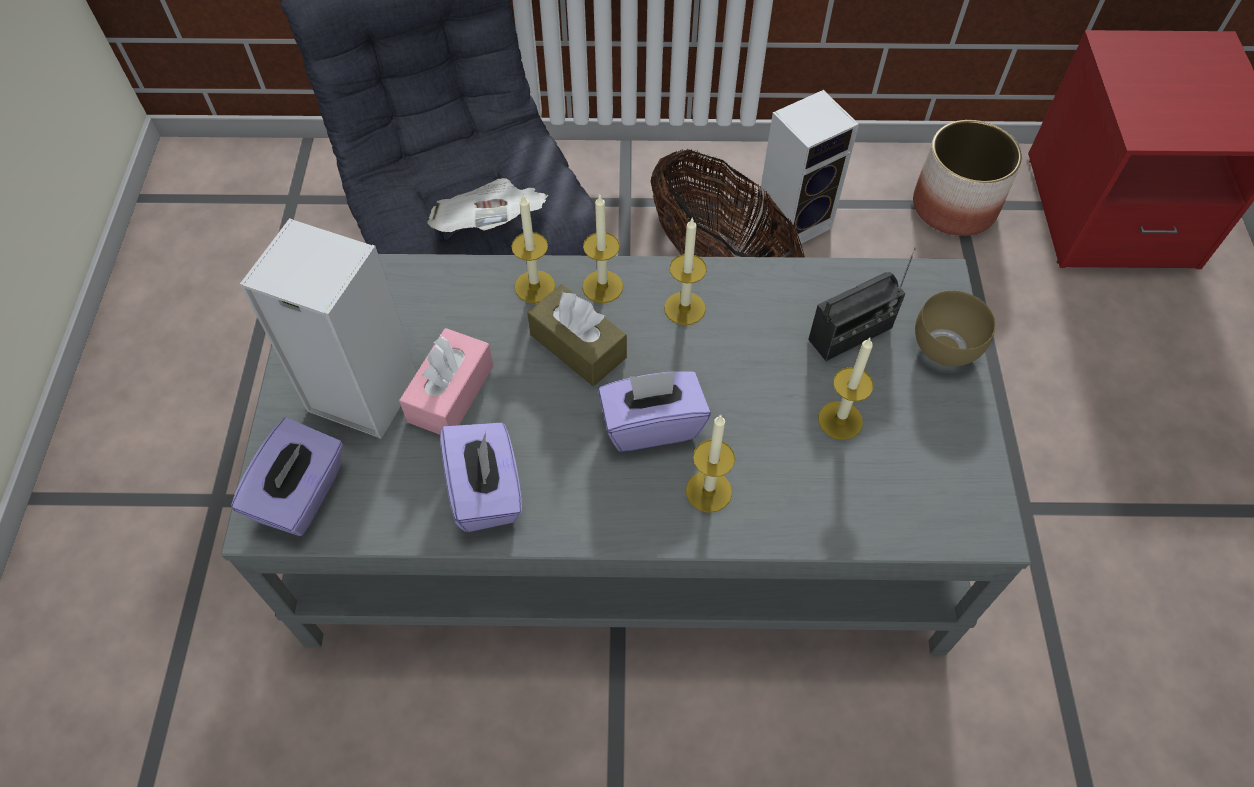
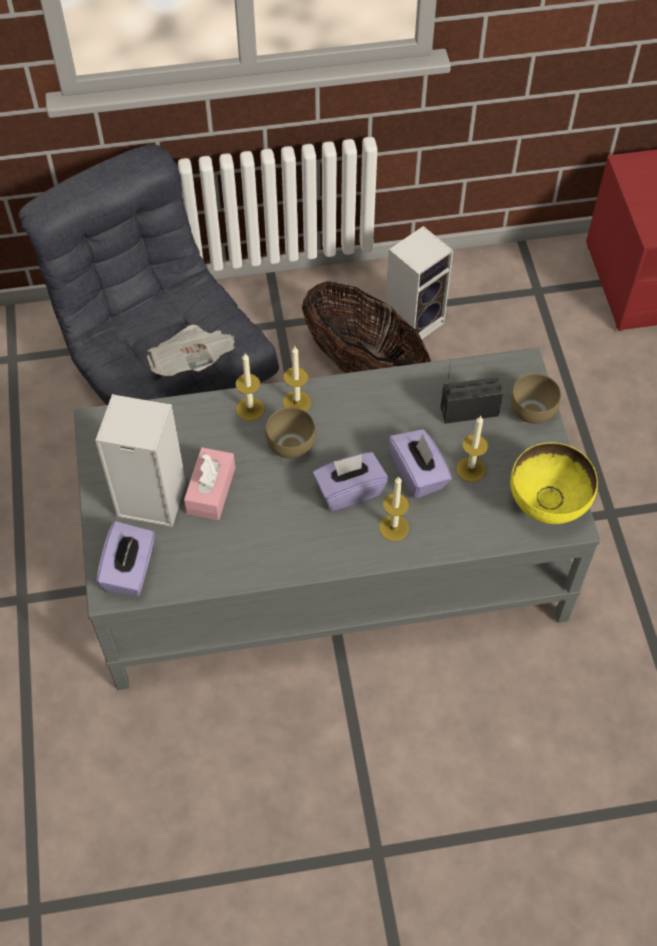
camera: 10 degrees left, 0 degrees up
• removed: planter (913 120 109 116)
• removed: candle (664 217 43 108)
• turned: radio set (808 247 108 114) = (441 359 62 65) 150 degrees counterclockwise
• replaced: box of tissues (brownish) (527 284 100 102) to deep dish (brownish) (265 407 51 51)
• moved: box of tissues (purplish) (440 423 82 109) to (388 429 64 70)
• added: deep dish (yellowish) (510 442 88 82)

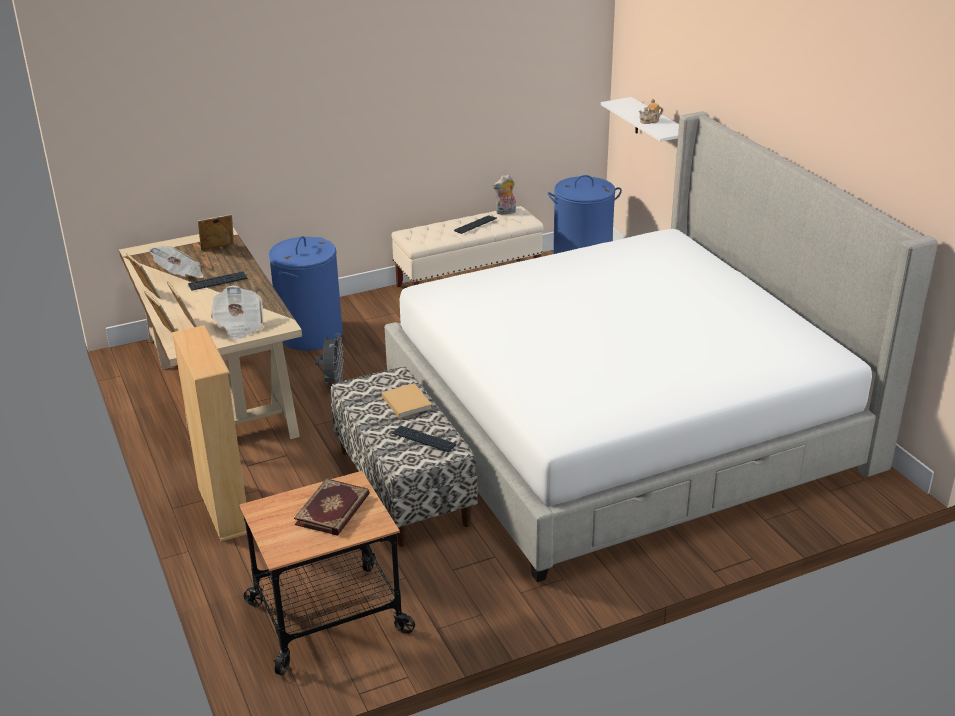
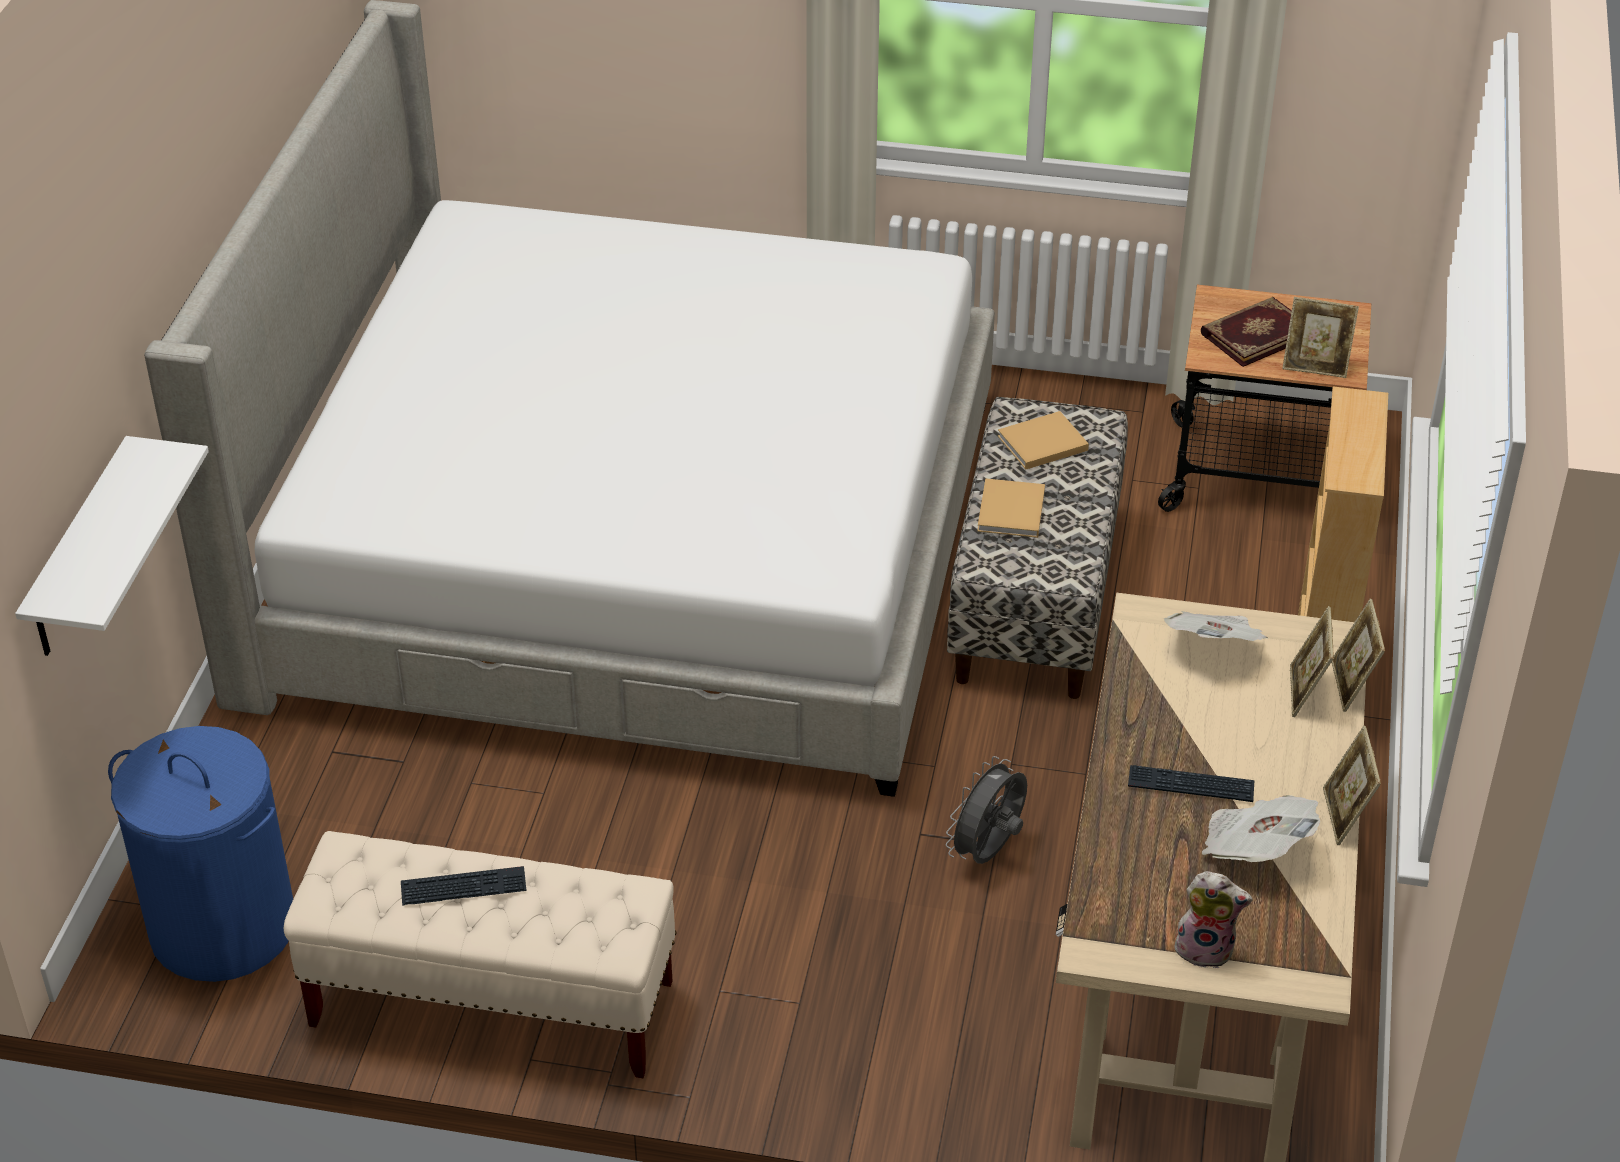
camera: 145 degrees left, 10 degrees up
• removed: teapot (639 99 24 25)
• moved: plush toy (493 174 23 41) to (1175 871 77 97)
• moved: photo frame (198 214 36 37) to (1282 297 77 81)
• removed: washing basket (blue) (268 236 74 115)
• replaced: computer keyboard (392 426 64 26) to bound book (beige-coloured) (998 411 91 59)

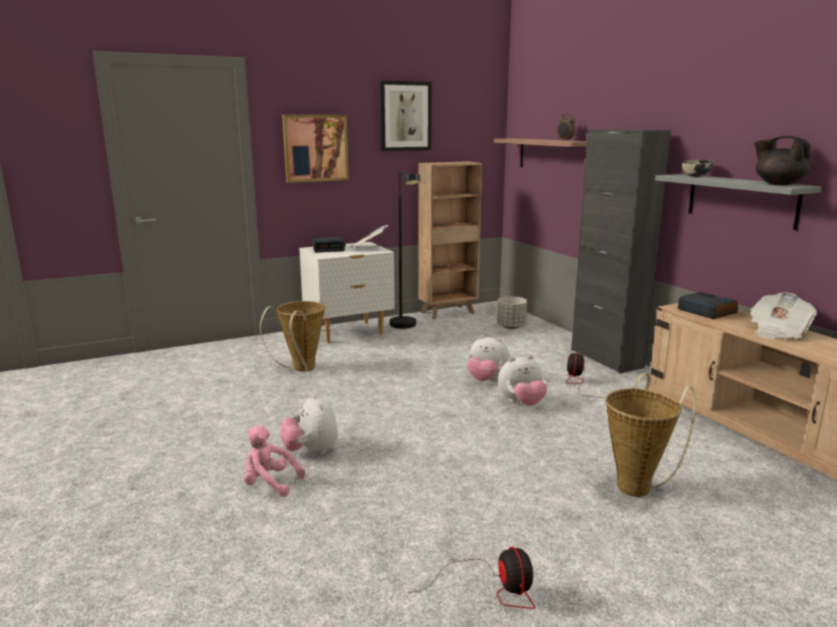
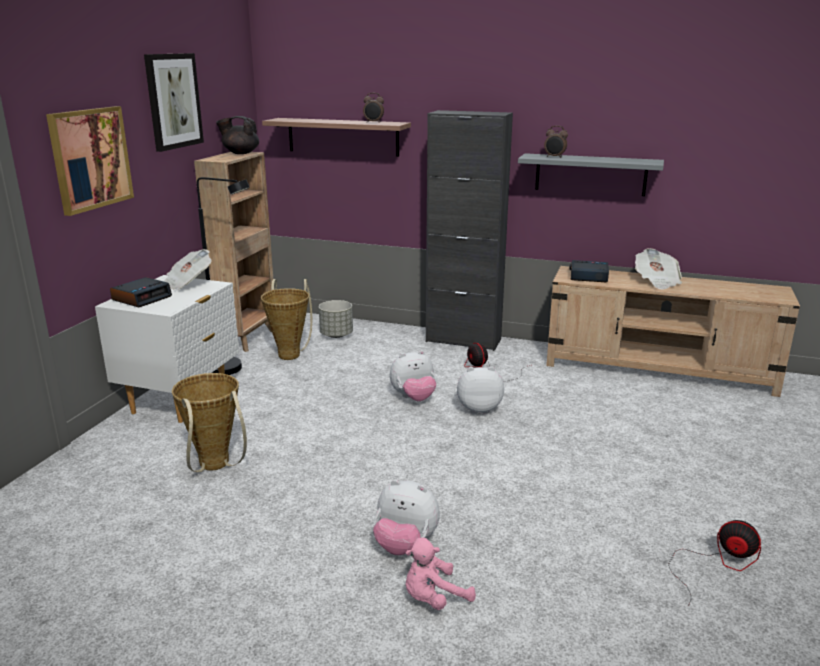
camera: 45 degrees left, 5 degrees up
• moved: teapot (black-coloured) (754 136 57 49) to (216 116 43 38)
• replaced: deep dish (682 160 32 17) to alarm clock (544 126 24 32)
• turned: plush toy (498 355 49 51) = (457 366 47 48) 120 degrees counterclockwise
• moved: storage basket (606 373 90 124) to (261 279 51 81)

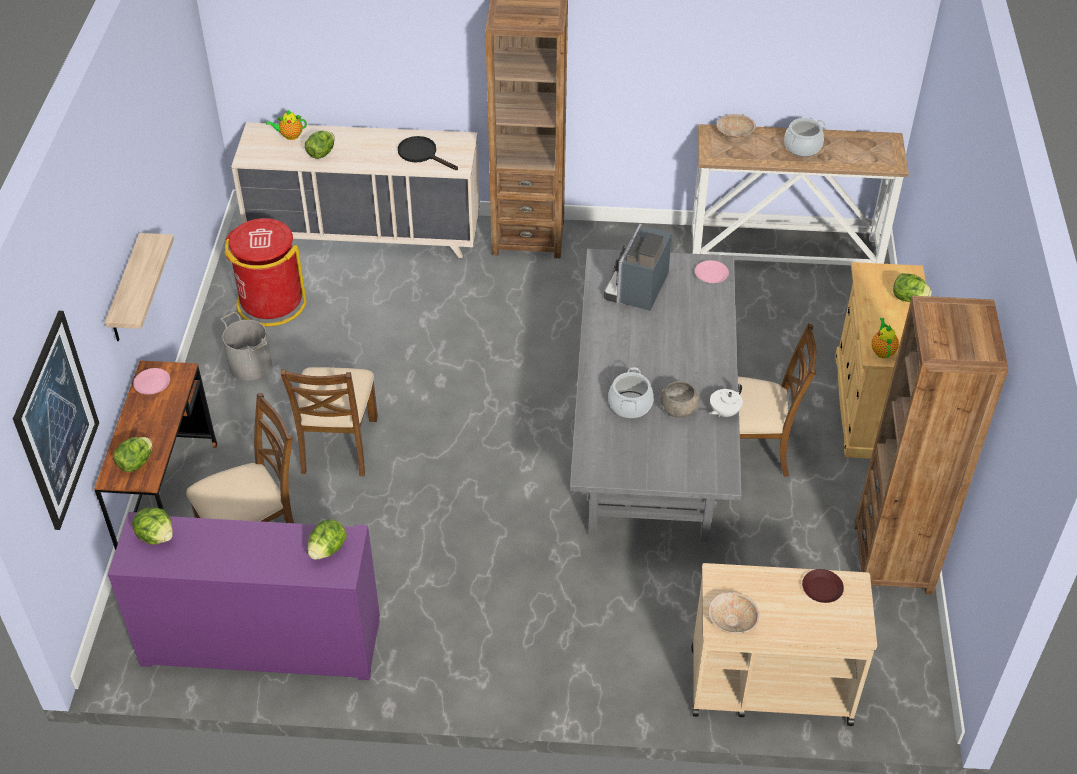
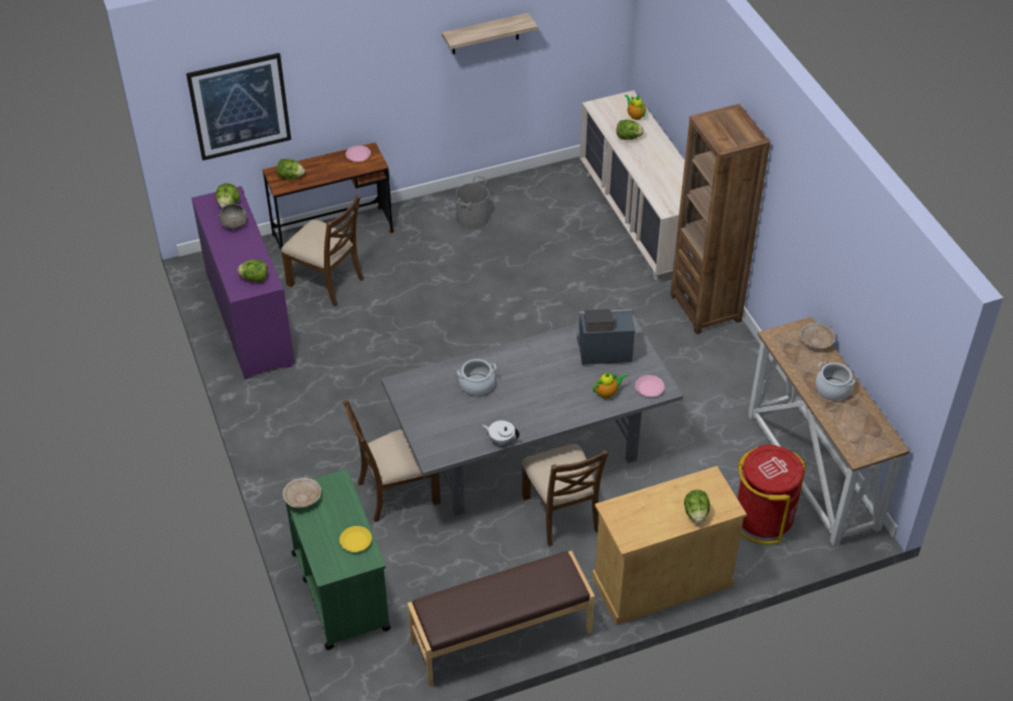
camera: 65 degrees right, 0 degrees up
• removed: frying pan (black-coloured) (398 136 60 34)
• moved: trash can (red-coloured) (224 218 83 108) to (737 444 69 100)
• moved: bracket shelf (104 233 70 108) to (442 13 96 41)
• replaced: bookcase (brownish) (854 296 154 298) to bench (brownish) (407 551 188 136)
• moved: teapot (872 318 27 41) to (593 373 35 25)
• moved: chair (brownish) (281 367 97 109) to (343 400 97 122)
• moved: deep dish (gray) (661 381 38 37) to (218 204 29 25)
• recoloured: cart (beige-coloured) (691 563 186 163) to cart (green-coloured) (282 469 109 181)
• recoloured: dinner plate (brownish) (802 569 42 34) to dinner plate (yellowish) (340 526 32 26)

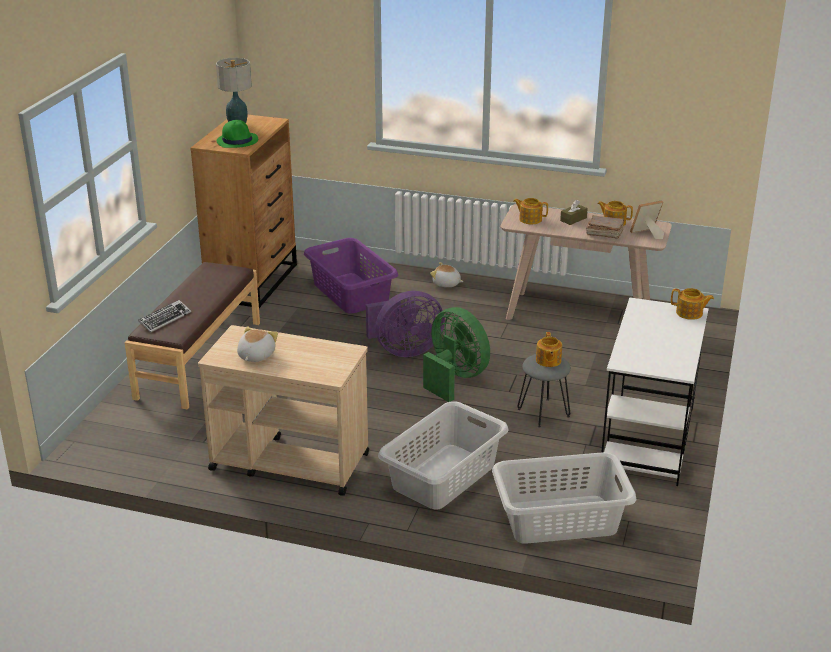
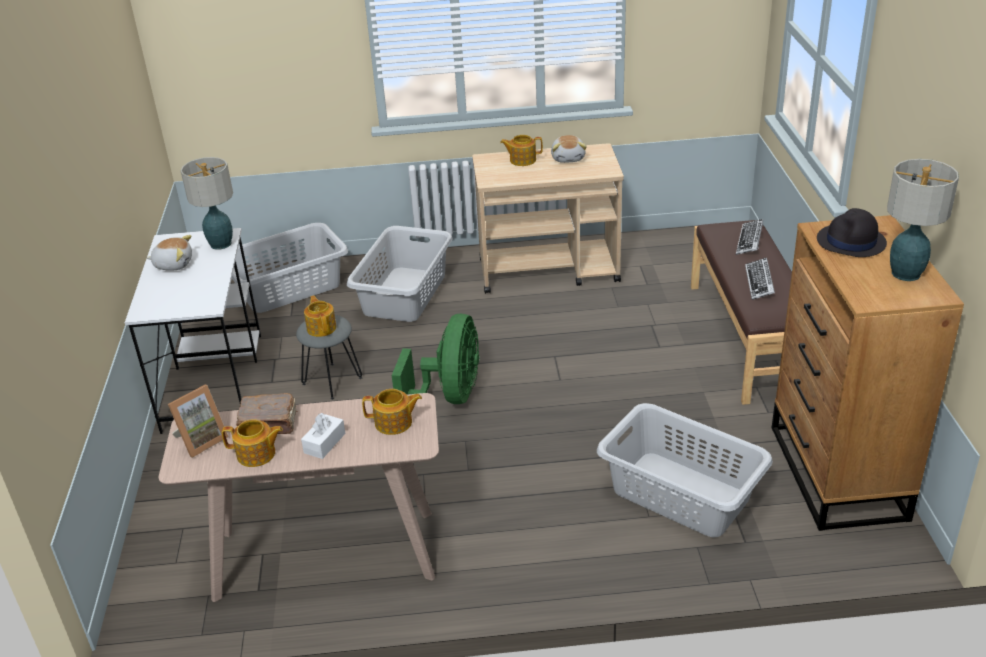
camera: 160 degrees right, 5 degrees up
• recoloured: clothing hat (green-coloured) (217 120 41 28) to clothing hat (black-coloured) (817 208 70 49)
• recoloured: box of tissues (brownish) (560 200 28 25) to box of tissues (whitish) (301 413 45 46)
• recoloured: washing basket (purplish) (304 238 94 75) to washing basket (gray) (597 403 176 134)
• moved: plush toy (430 262 34 25) to (147 235 45 36)
• moved: teapot (671 288 43 32) to (500 135 43 31)
• removed: fan (purplish) (366 291 79 66)
• turned: fan (green-coloured) (423 307 67 95) = (392 314 87 90) 105 degrees counterclockwise
• added: table lamp (181 157 52 93)
• added: computer keyboard (745 258 30 42)

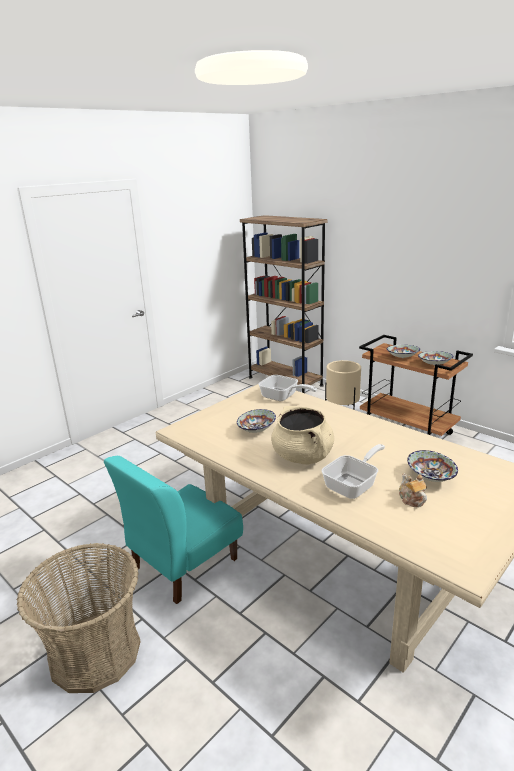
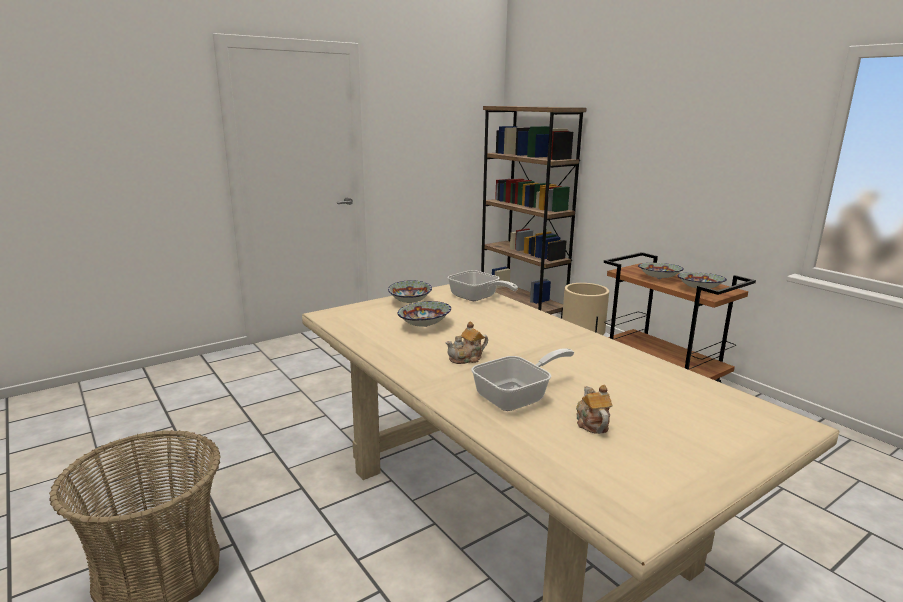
camera: 10 degrees right, 5 degrees down
• replaced: cooking pot (beige-coloured) (271 406 63 59) to teapot (446 322 42 42)
• moved: deep dish (407 450 51 32) to (388 280 44 23)
• removed: chair (turquoise) (104 456 139 148)

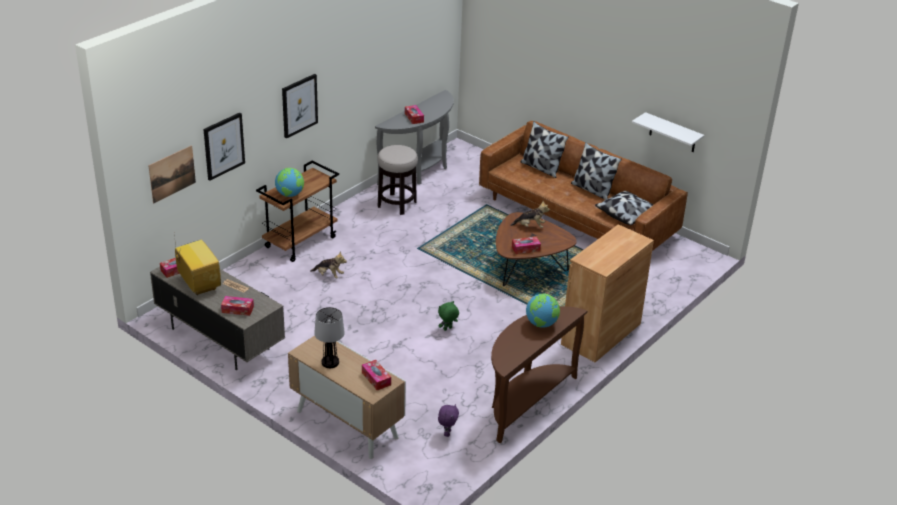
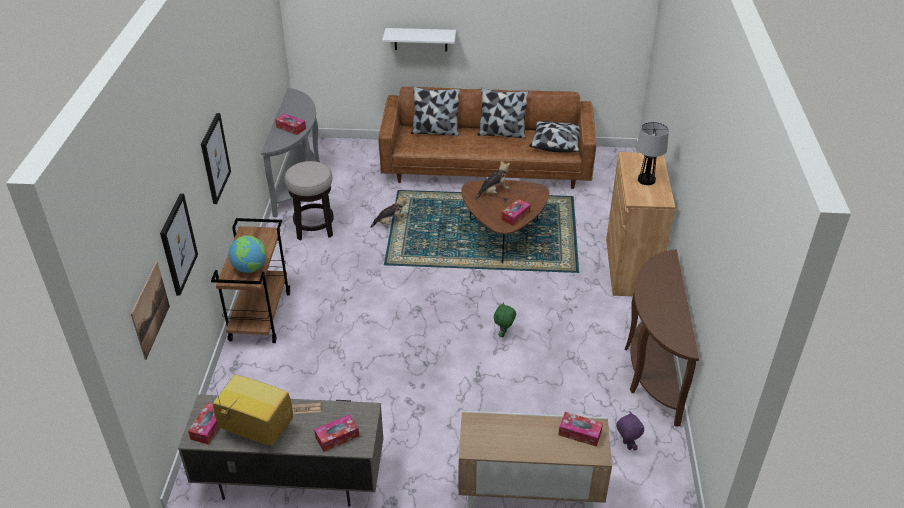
camera: 35 degrees left, 5 degrees up
• moved: bracket shelf (whitish) (632 112 72 40) to (382 28 74 23)
• moved: plush toy (310 251 37 28) to (370 194 38 34)
• removed: globe (526 294 34 34)
• moved: table lamp (314 307 31 61) to (637 122 32 63)

